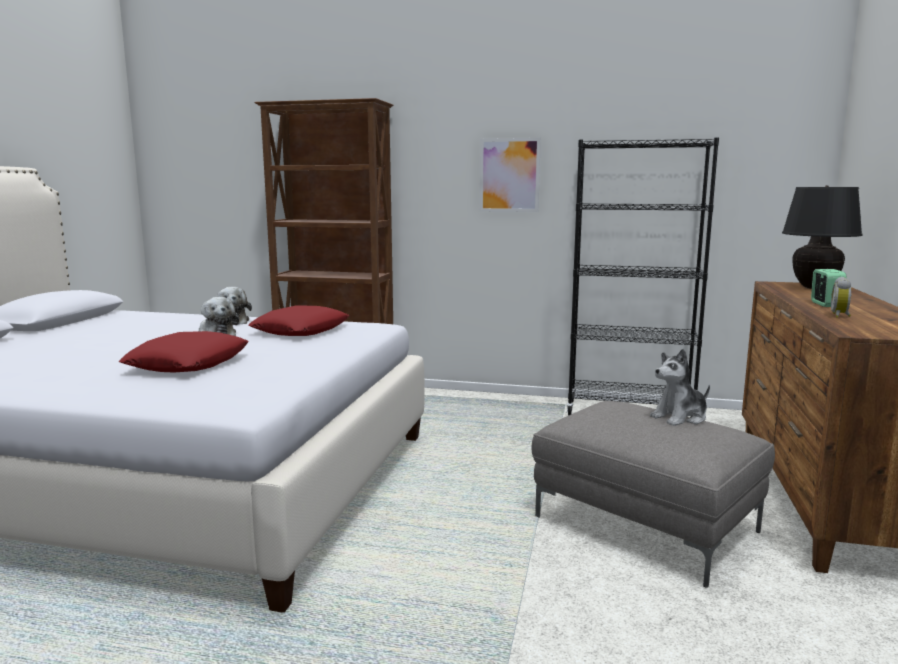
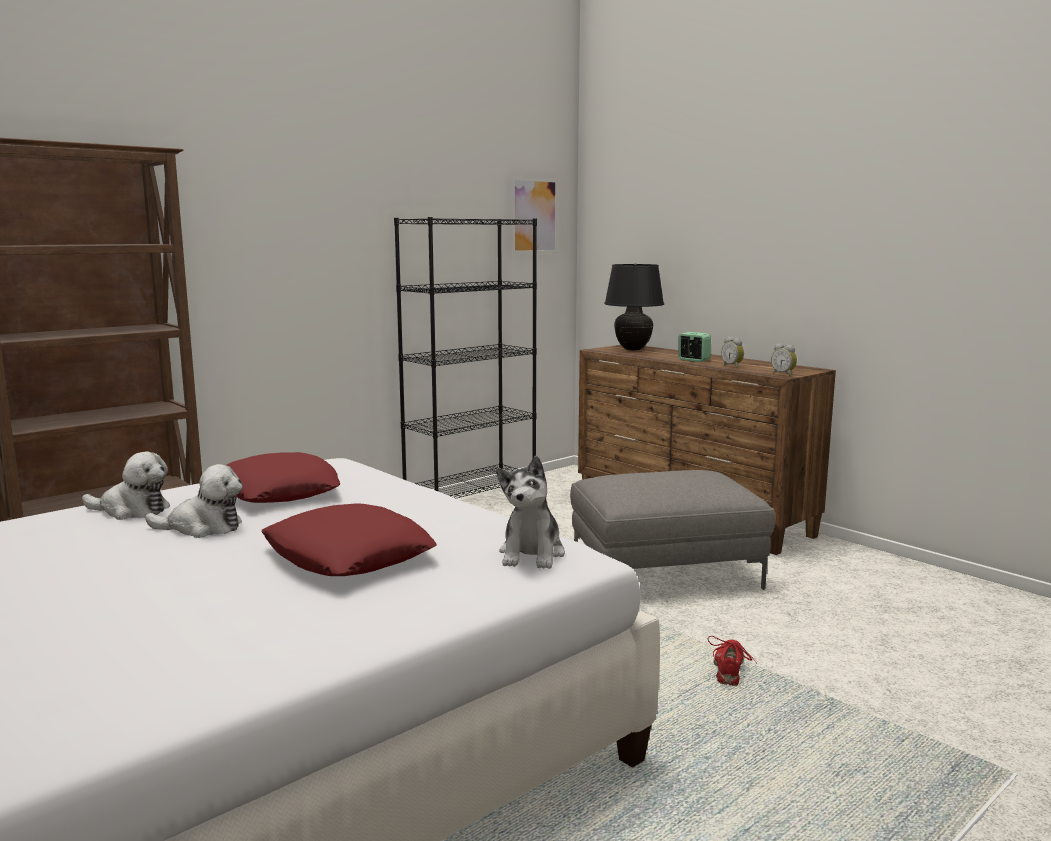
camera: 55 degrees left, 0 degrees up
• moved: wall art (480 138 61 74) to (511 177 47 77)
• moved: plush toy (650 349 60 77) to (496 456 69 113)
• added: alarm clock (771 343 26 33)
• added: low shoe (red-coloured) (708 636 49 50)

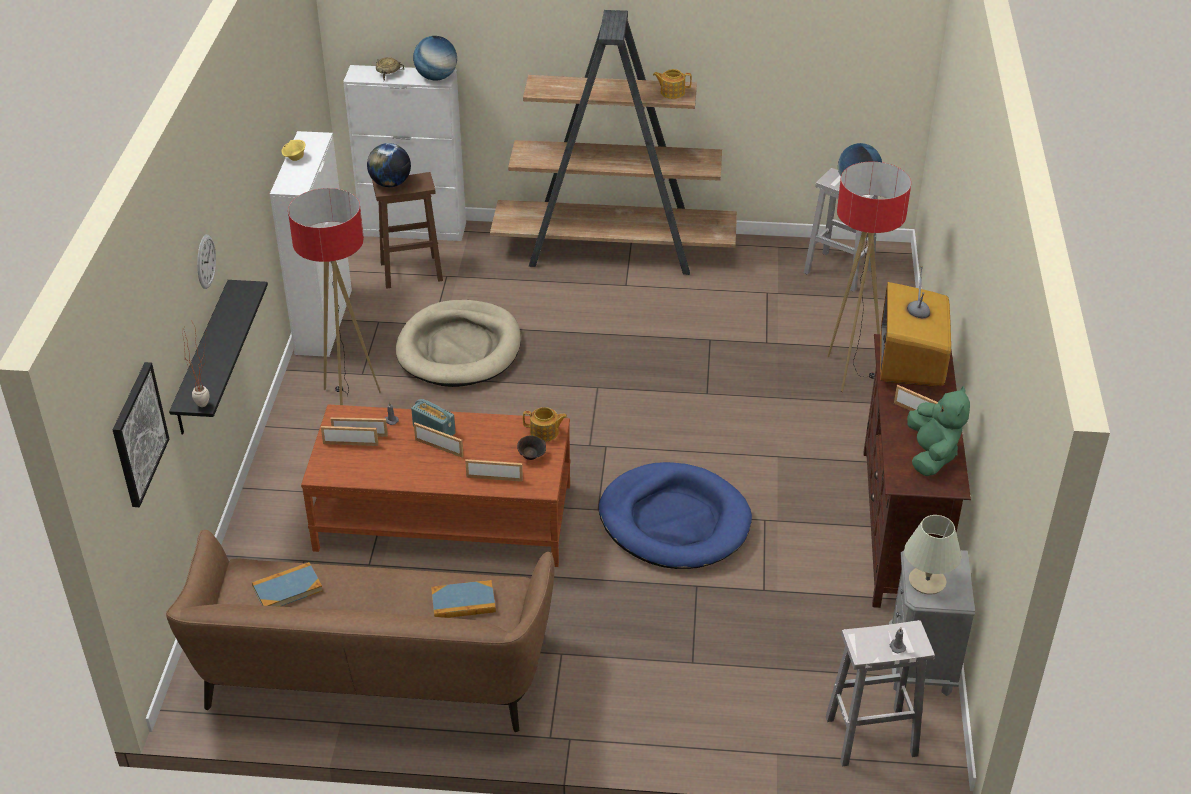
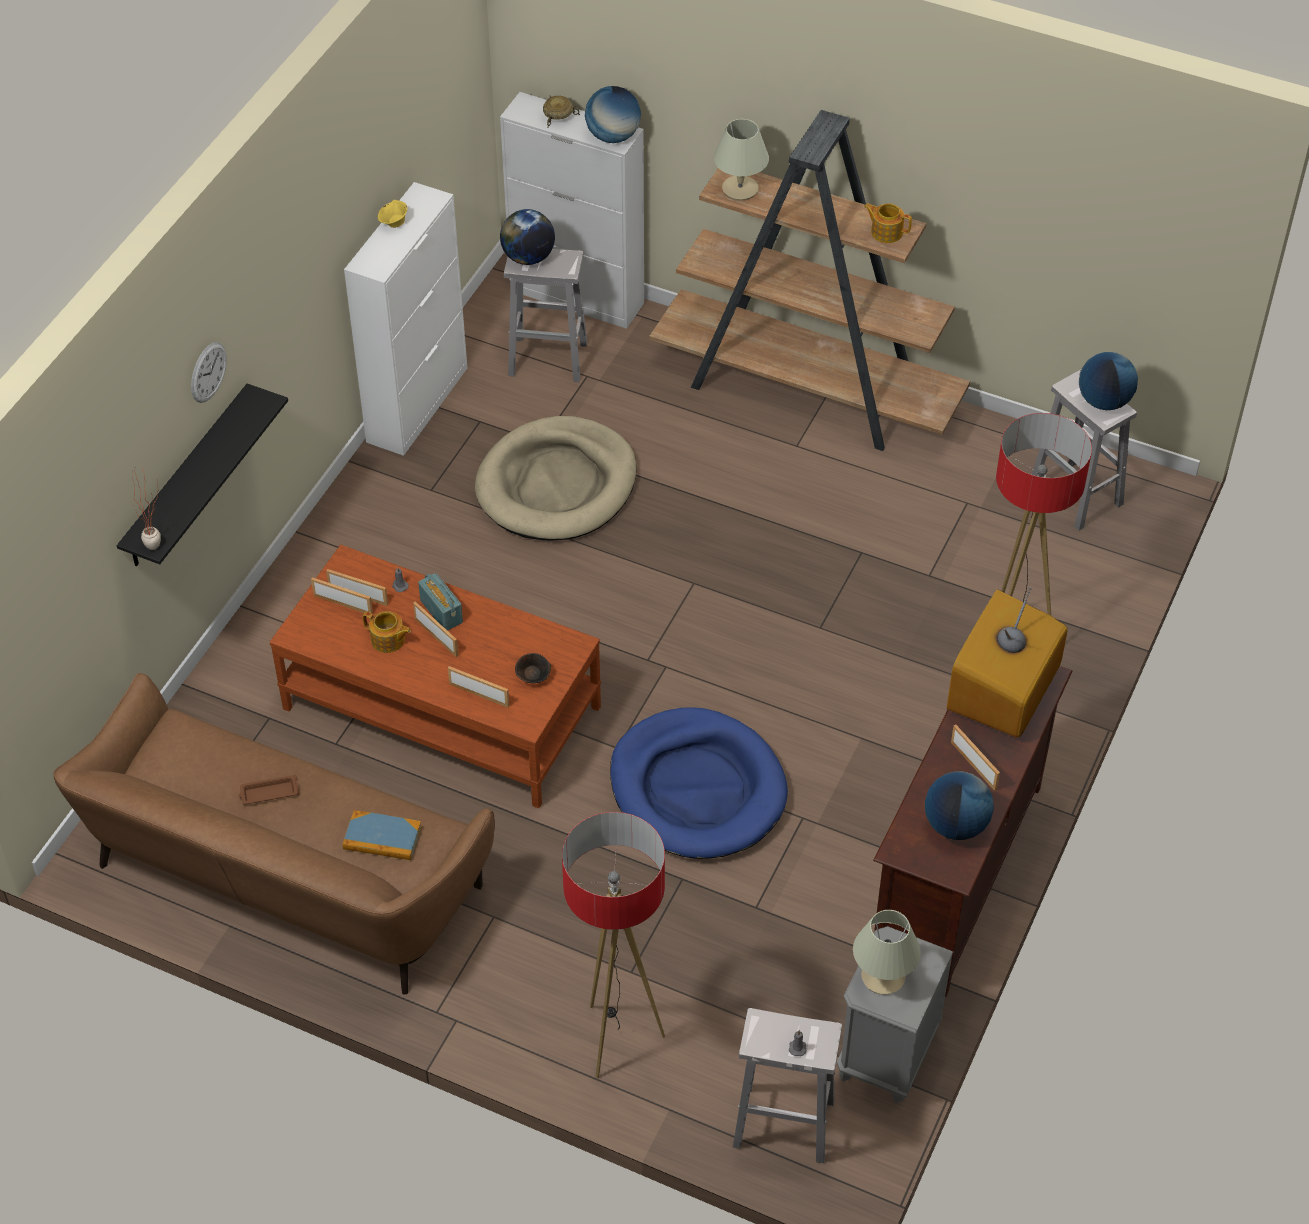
camera: 20 degrees right, 10 degrees up
• recoloured: sitting stool (brownish) (372 172 71 117) to sitting stool (whitish) (504 249 83 133)
• moved: standing lamp (288 188 93 217) to (562 812 103 266)
• removed: wall art (113 362 56 145)
• replaced: plush toy (green-coloured) (907 386 63 90) to globe (925 772 69 68)
• moved: teapot (523 407 44 35) to (363 611 48 42)
• removed: bound book (252 562 71 45)
• added: table lamp (beige-coloured) (714 119 55 82)
• added: carrying tray (brownish) (238 774 61 31)

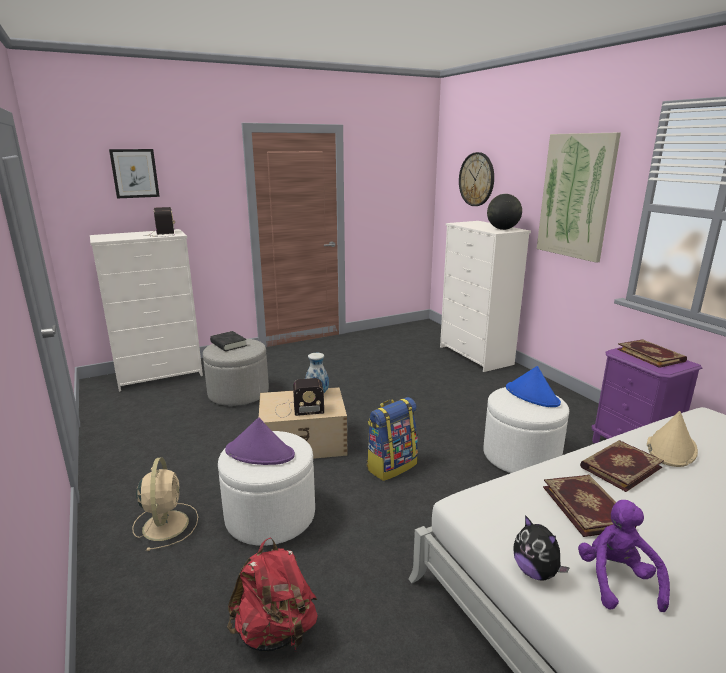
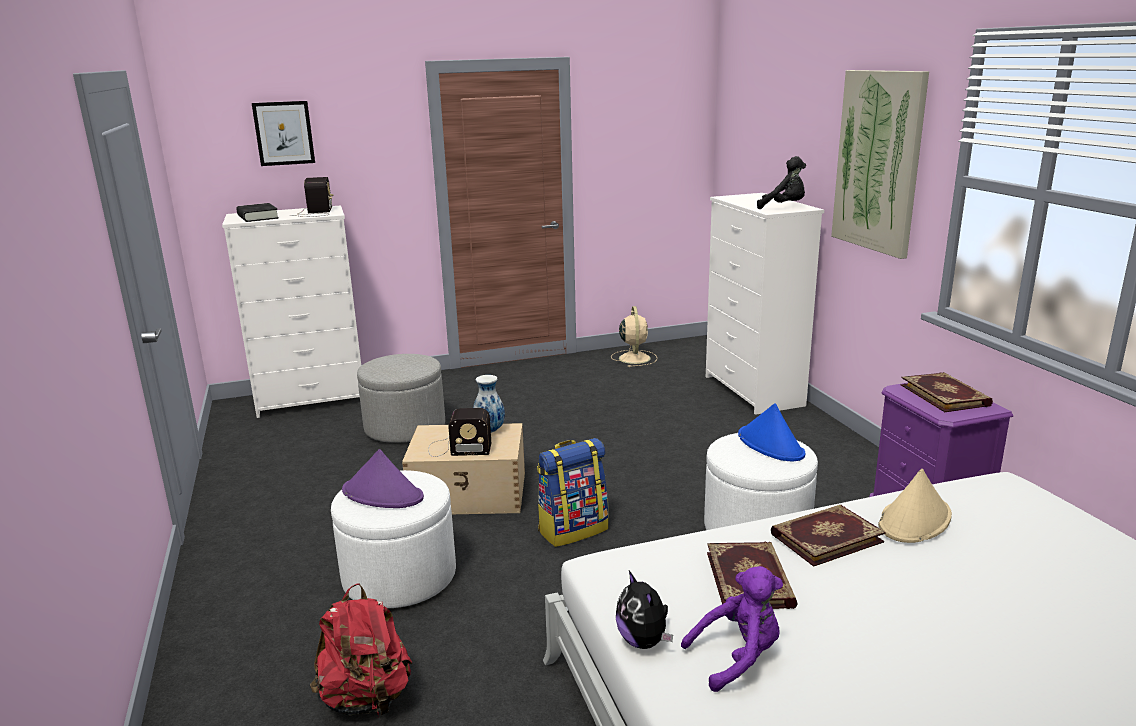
camera: 10 degrees right, 0 degrees up
• removed: wall clock (459 152 35 54)
• replaced: globe (487 194 35 36) to plush toy (black-coloured) (757 156 49 53)
• moved: bound book (black-coloured) (210 331 37 20) to (236 203 43 19)
• moved: fan (beige-coloured) (132 457 66 94) to (611 306 46 61)
• turned: plush toy (purplish) (578 500 92 112) = (681 566 102 126) 60 degrees clockwise

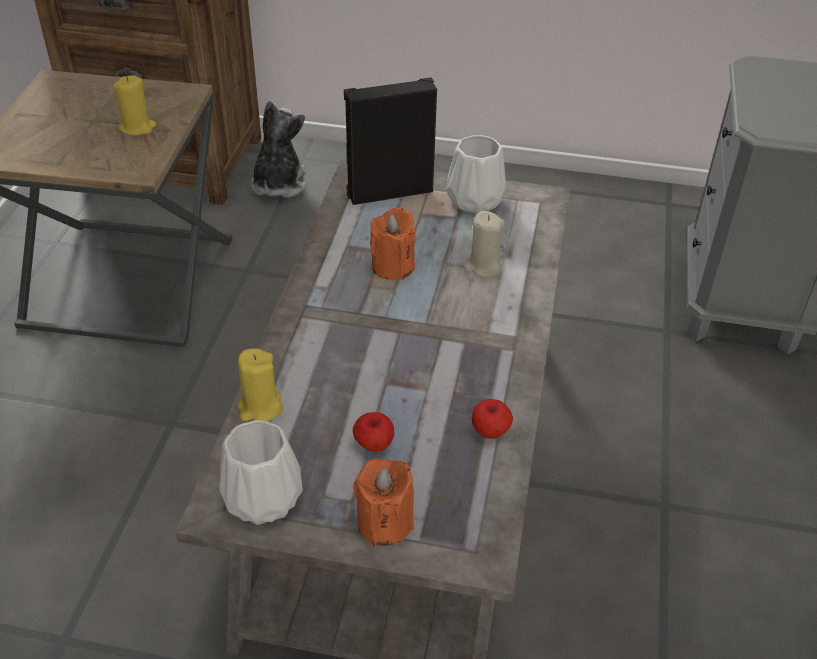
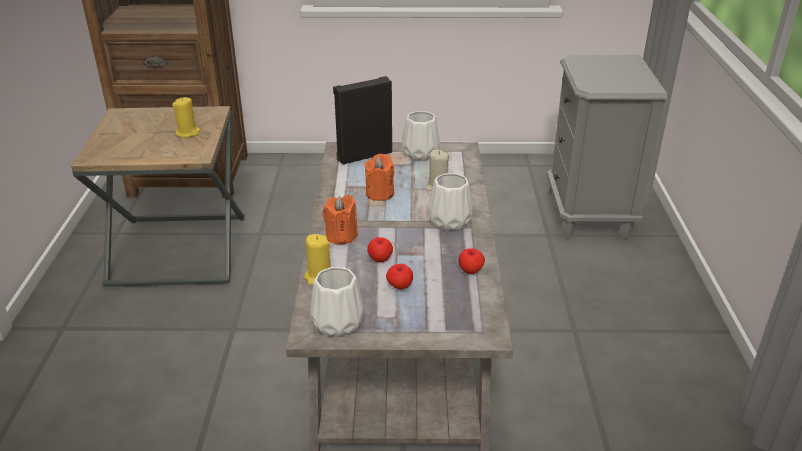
camera: 10 degrees left, 10 degrees down
• removed: plush toy (251 101 55 97)
• moved: candle (orangey) (353 459 61 87) to (323 195 35 50)
• added: flower vase (whitish) (428 173 44 58)
• added: whole apple (367 237 26 25)

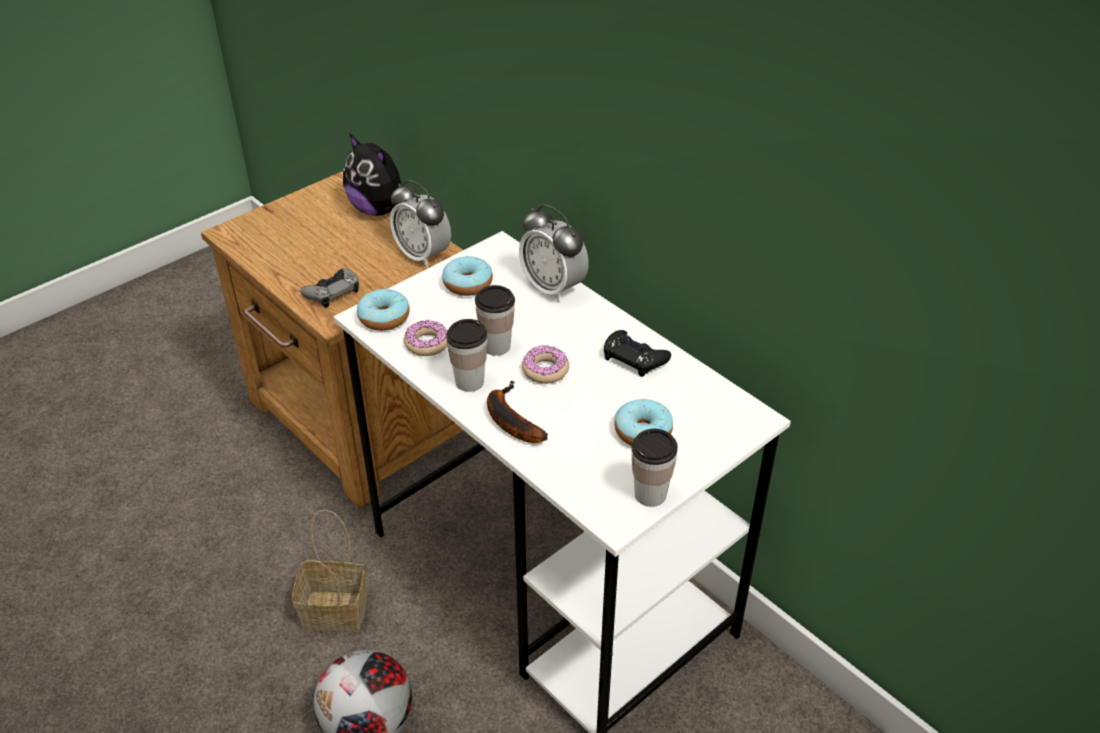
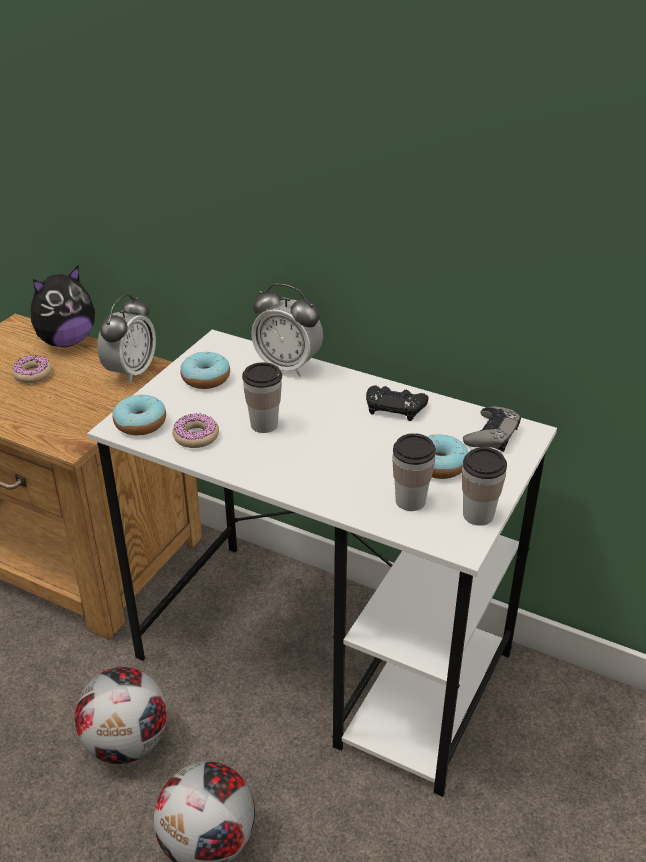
camera: 20 degrees left, 5 degrees down
• turned: plush toy (343 133 69 83) = (31 266 64 81) 60 degrees counterclockwise
• turned: alarm clock (390 180 61 88) = (97 294 59 89) 90 degrees counterclockwise
• moved: gamepad (gray) (300 268 59 40) to (463 406 58 46)
• moved: drinking cup (446 319 41 73) to (392 433 44 78)
• moved: ring doughnut (522 345 47 39) to (12 355 40 28)
• removed: banana (487 381 61 62)
• replaced: storage basket (291 510 76 123) to ball for football (75 667 92 97)

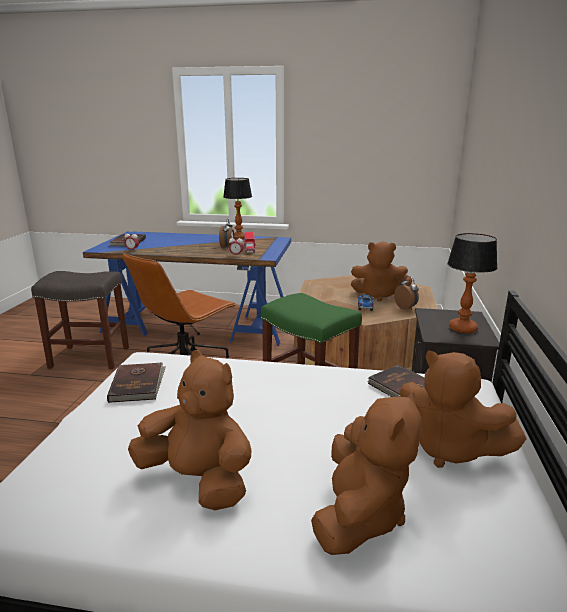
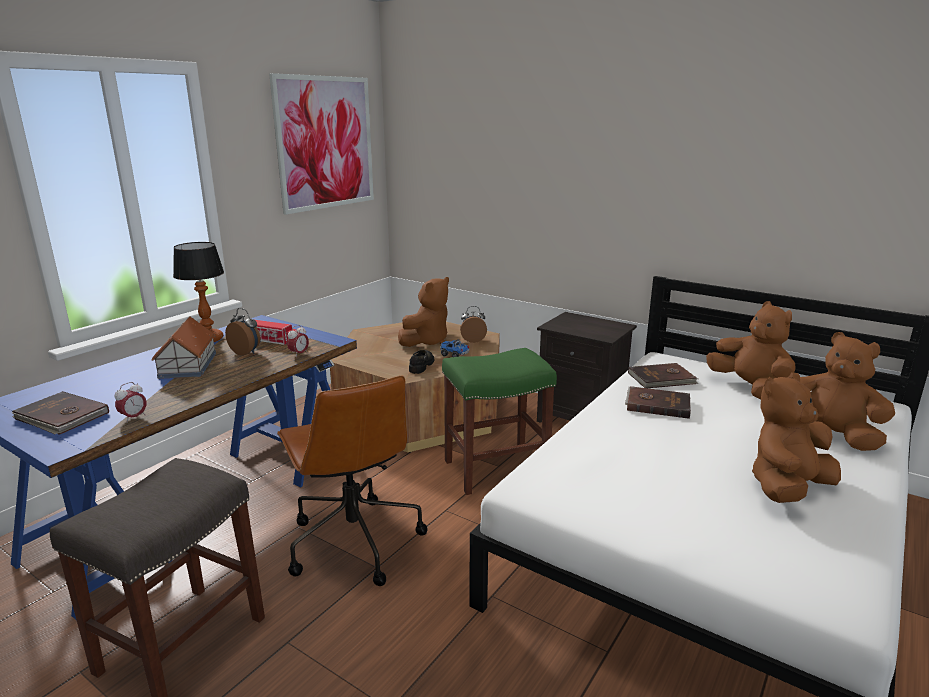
camera: 65 degrees left, 0 degrees up
• removed: table lamp (447 233 50 100)
• turned: plush toy (brownish) (399 350 128 118) = (706 301 89 99) 90 degrees counterclockwise
• moved: bound book (brownish) (107 363 59 40) to (625 386 66 33)
• added: wall art (269 73 105 142)
• added: model house (152 316 64 63)
• added: low shoe (black-coloured) (409 350 25 24)

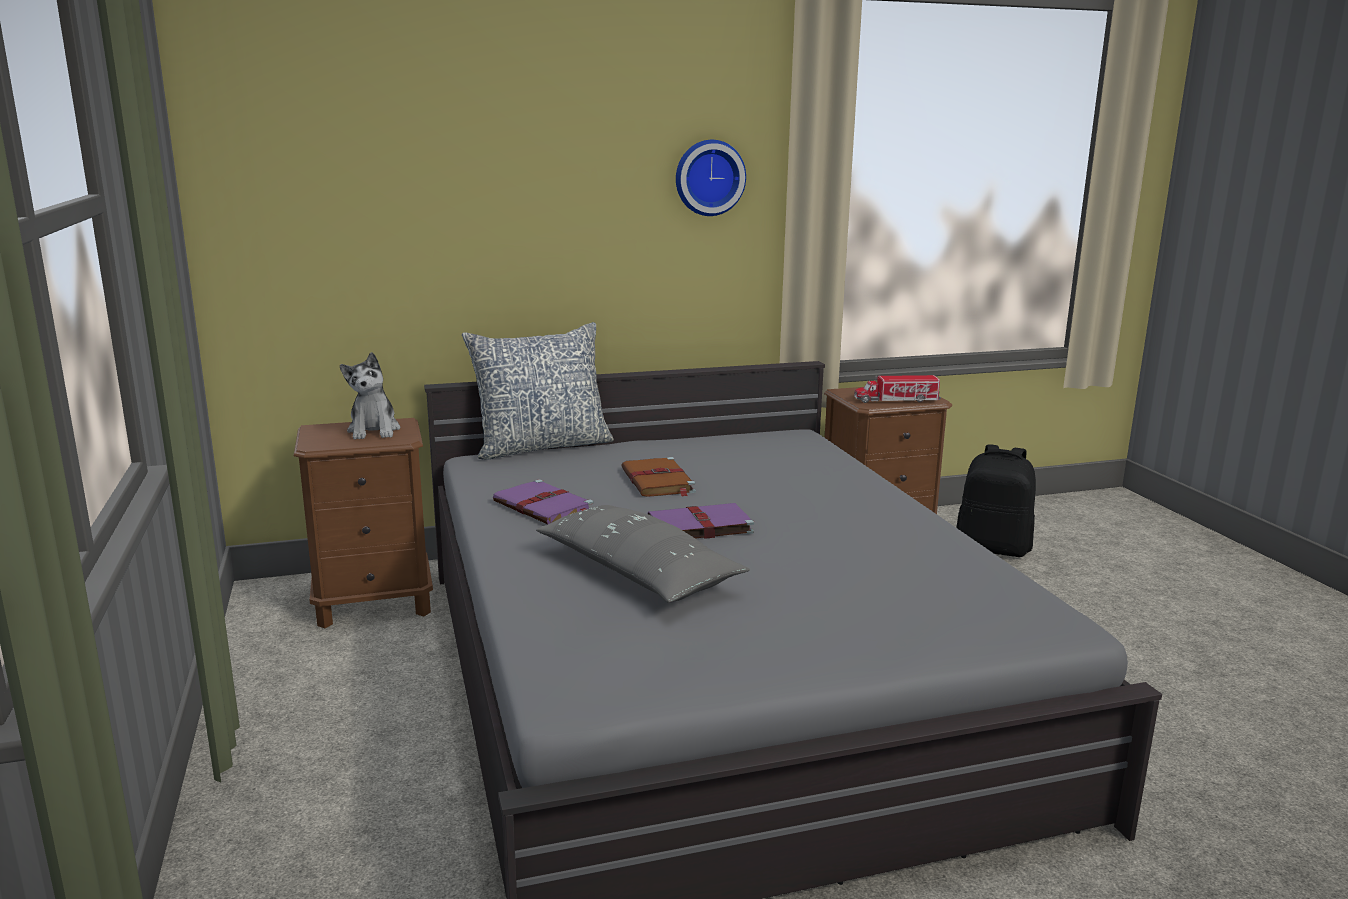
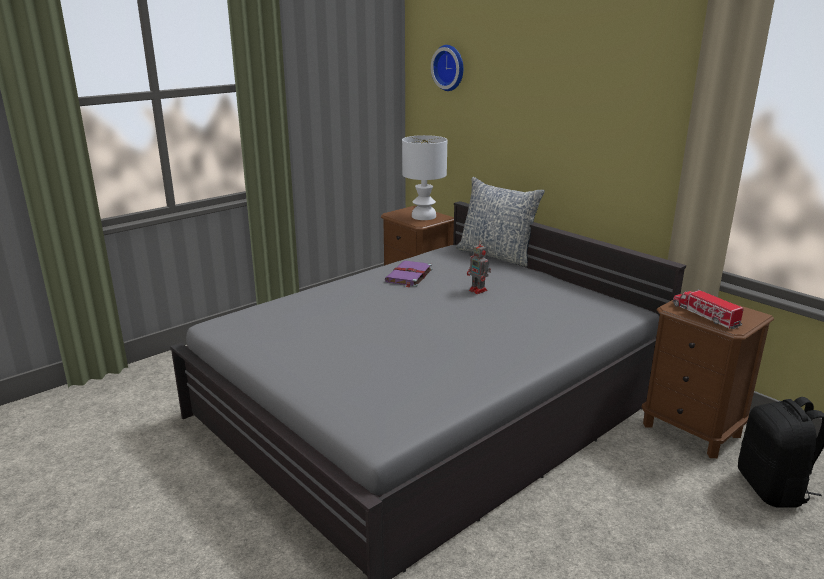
camera: 65 degrees right, 5 degrees up
• moved: wall clock (676 140 70 76) to (431 45 32 46)
• replaced: plush toy (340 352 60 87) to table lamp (whitish) (402 135 45 85)
• replaced: bound book (brownish) (621 457 75 40) to model robot (467 240 24 54)
• removed: bound book (purplish) (648 503 106 36)
• removed: throw pillow (gray) (536 505 214 98)

